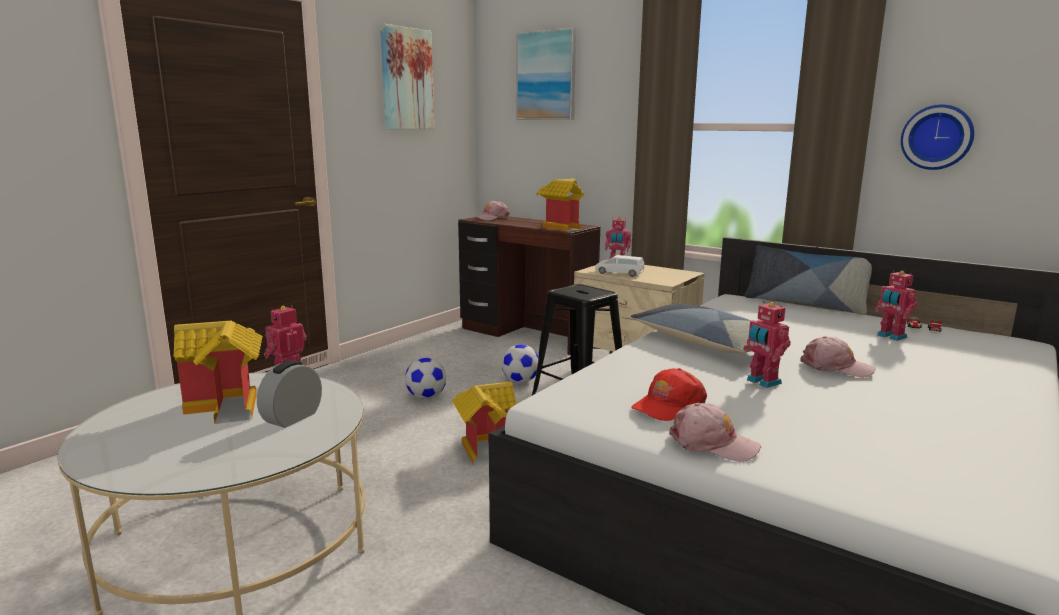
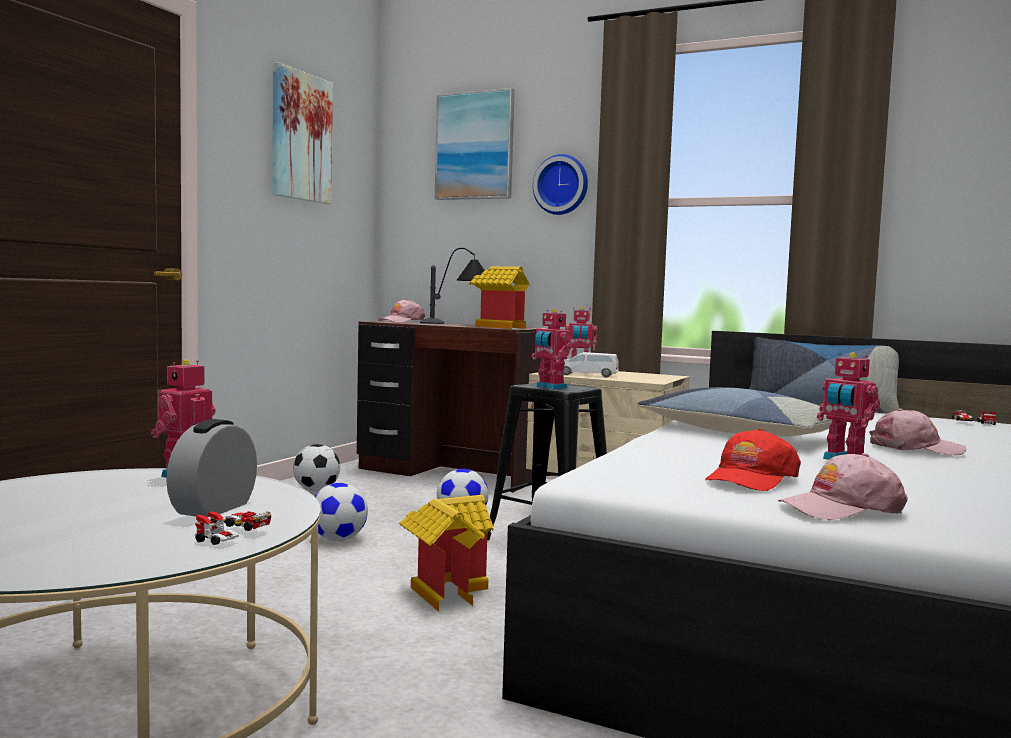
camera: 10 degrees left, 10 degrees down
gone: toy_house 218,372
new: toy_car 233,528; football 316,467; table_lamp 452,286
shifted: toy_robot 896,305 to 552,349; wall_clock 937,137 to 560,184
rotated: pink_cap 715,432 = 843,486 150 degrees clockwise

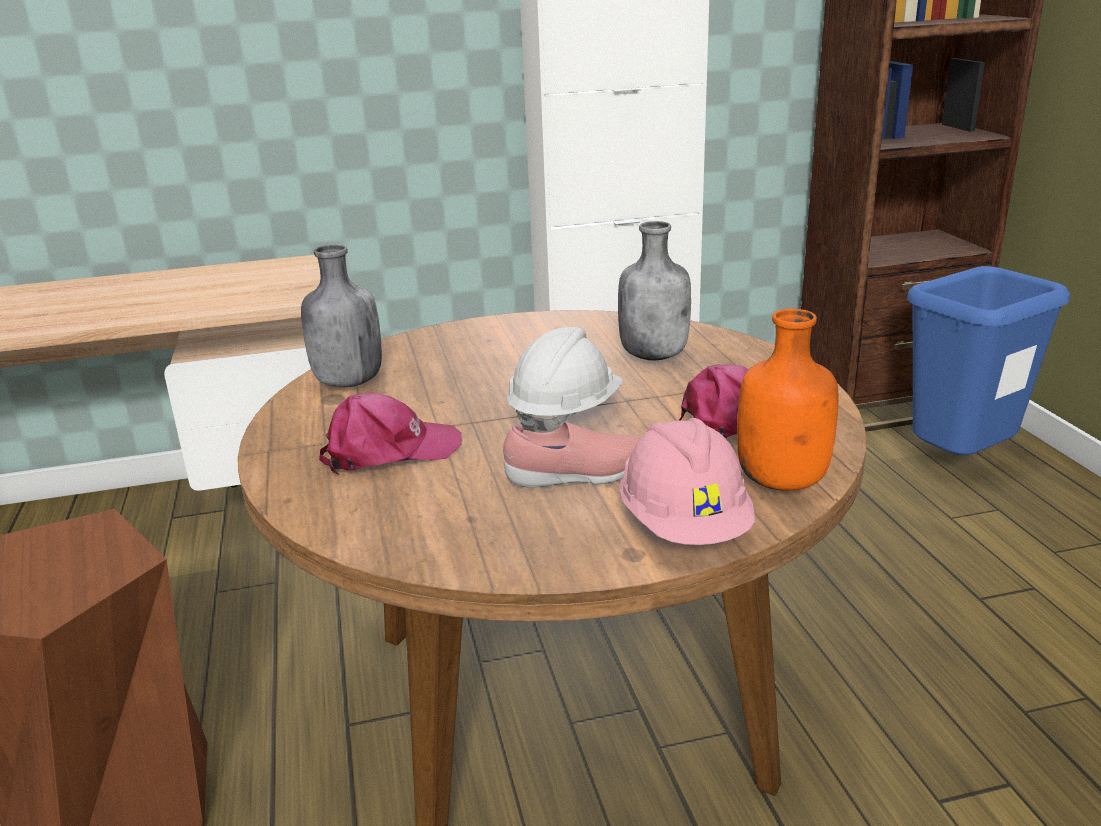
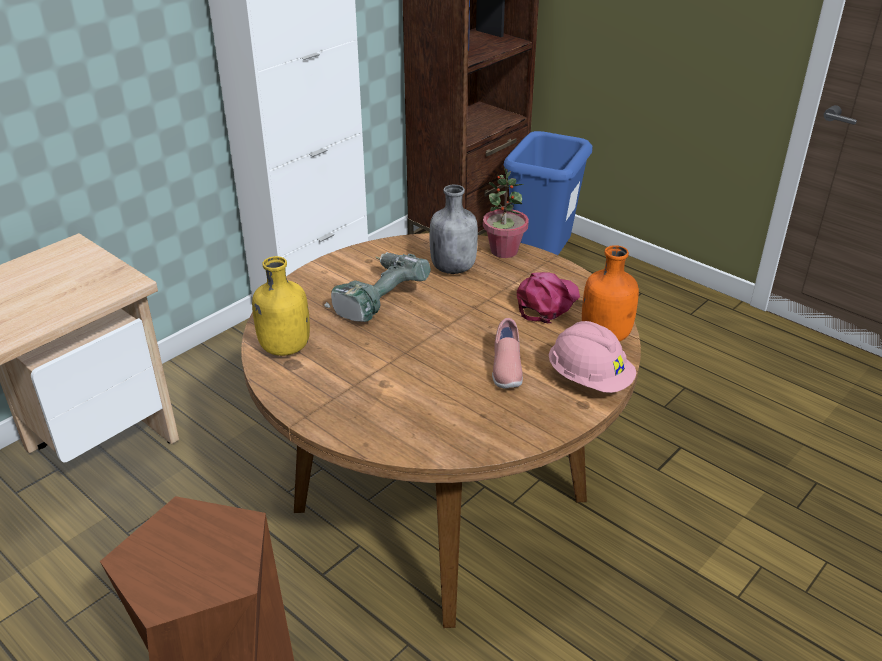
camera: 35 degrees left, 10 degrees up
gone: pink_cap 390,434; white_hard_hat 565,380
new: power_drill 377,287; potted_plant 506,212
repainted: grey_bottle 341,316 to yellow_bottle 281,306
rotated: pink_shoe 571,455 = 507,353 135 degrees clockwise

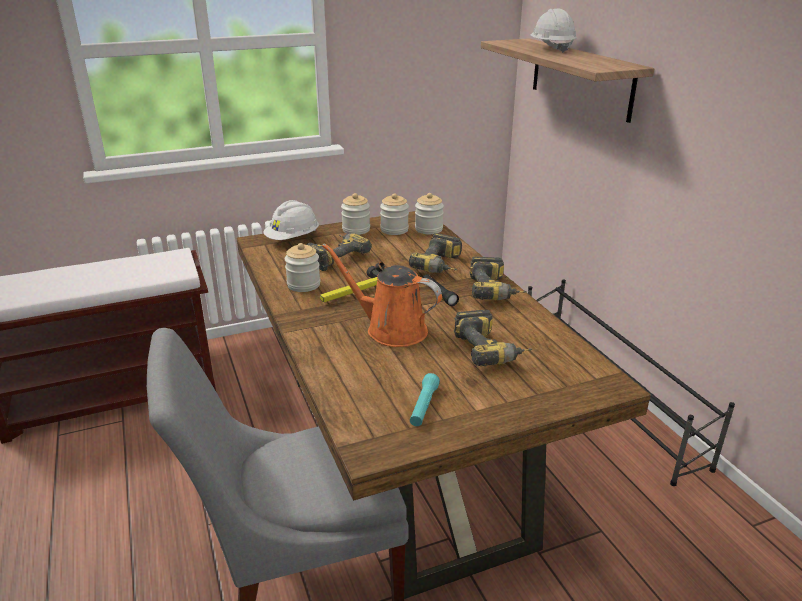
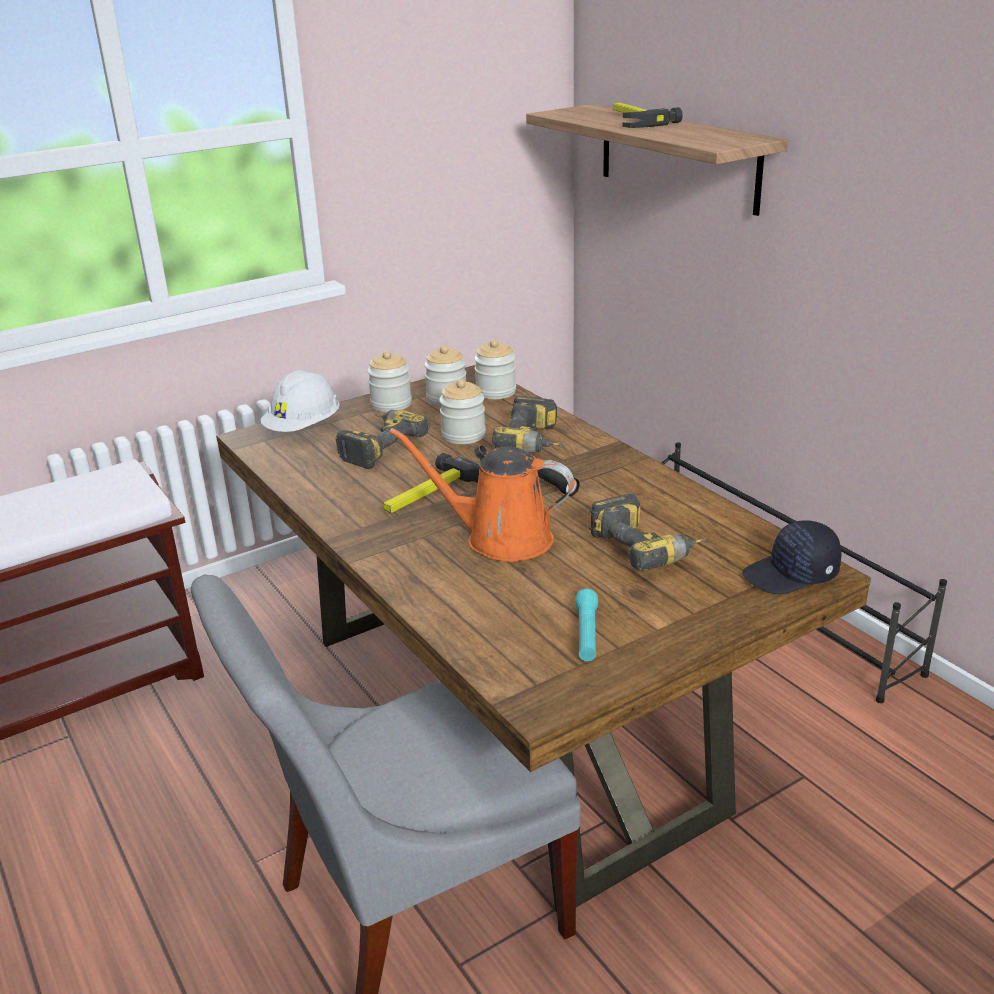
camera: 10 degrees left, 0 degrees up
gone: power_drill 498,278
new: black_cap 791,557
shifted: jar 302,267 to 462,411
swapped: white_hard_hat 553,31 to hammer 648,115

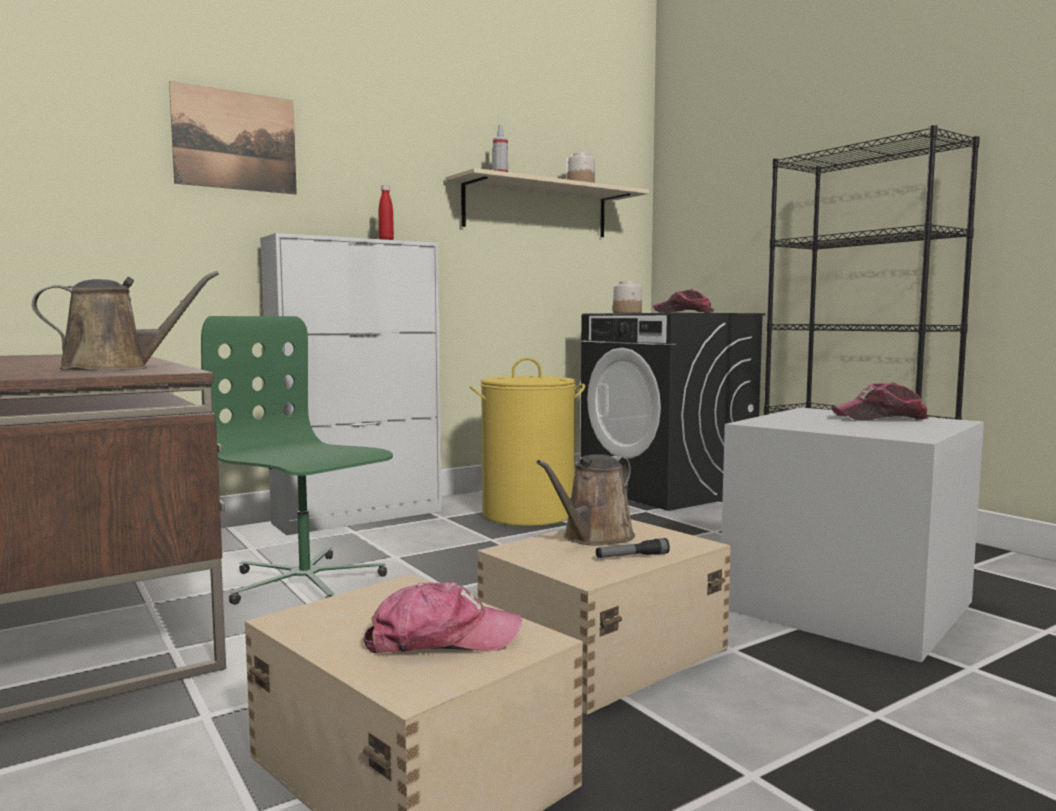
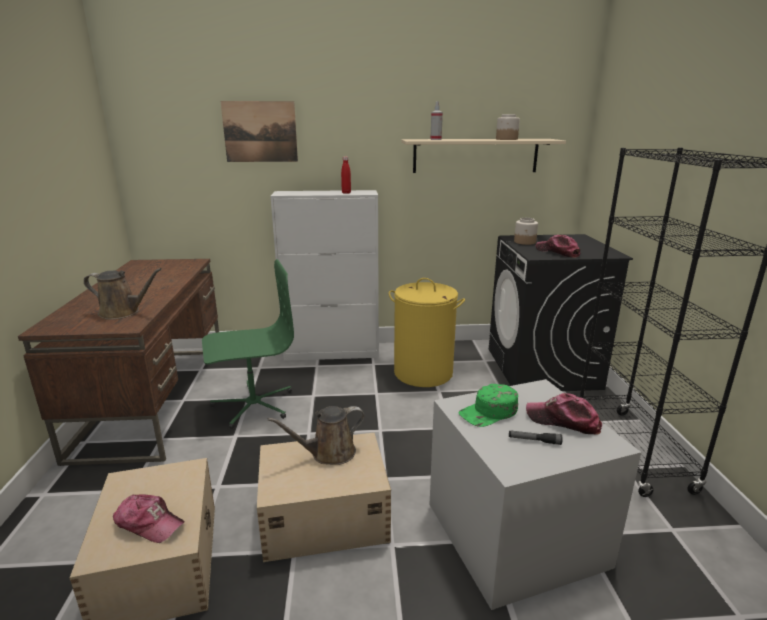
camera: 30 degrees right, 15 degrees up
new: green_cap 488,405
shifted: flashlight 633,548 to 536,438
rotated: green_office_chair 297,460 = 248,344 90 degrees clockwise

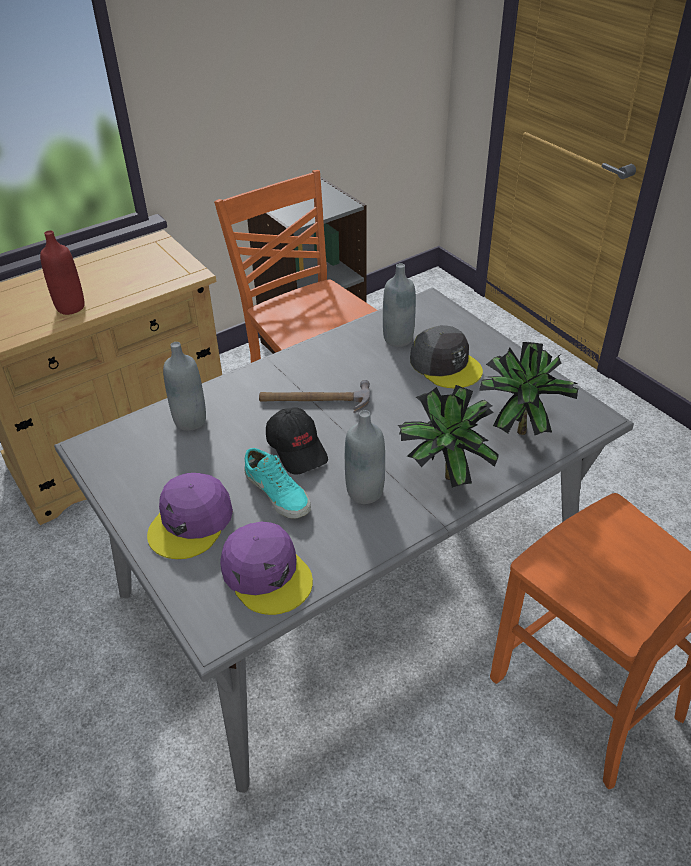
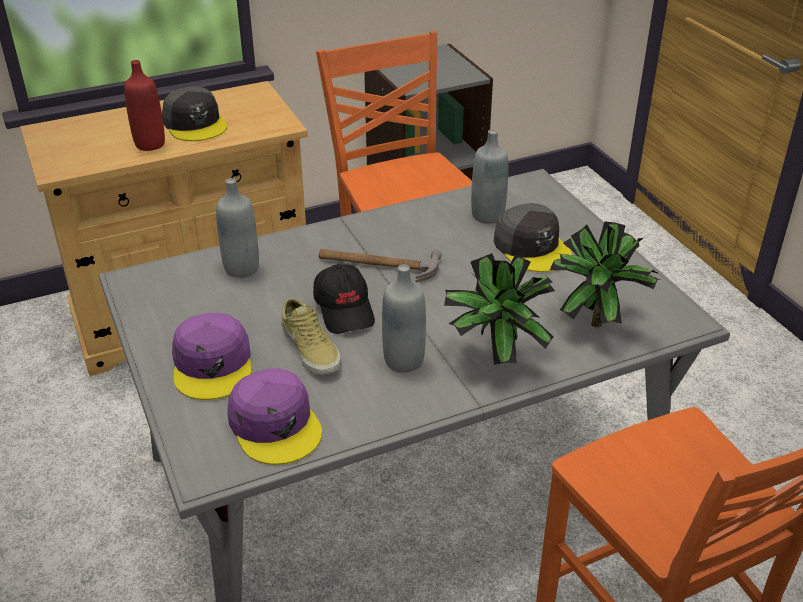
camera: 10 degrees right, 5 degrees down
new: grey_cap 194,113
repainted: turquoise_shoe 277,483 to beige_shoe 311,336
rotated: purple_cap 190,516 = 211,356 45 degrees counterclockwise

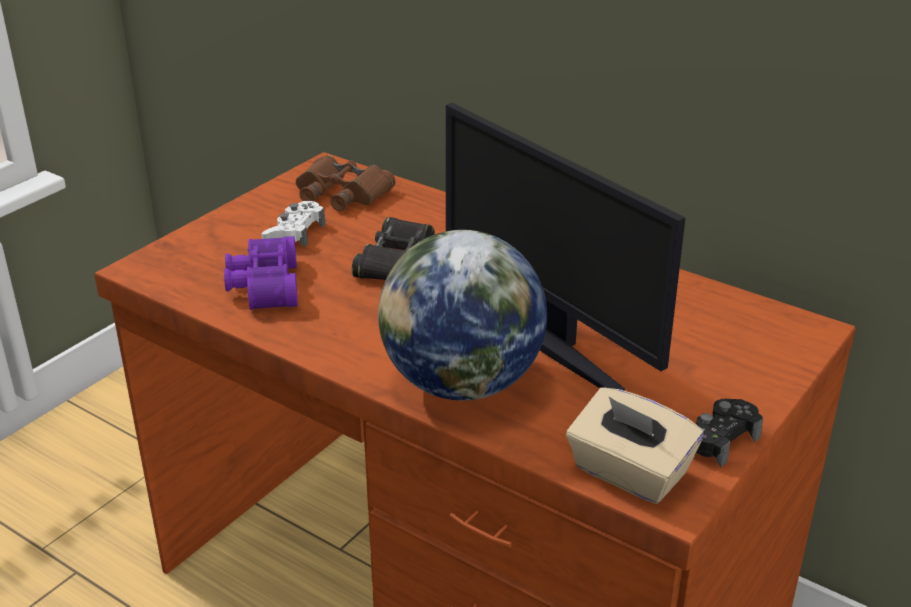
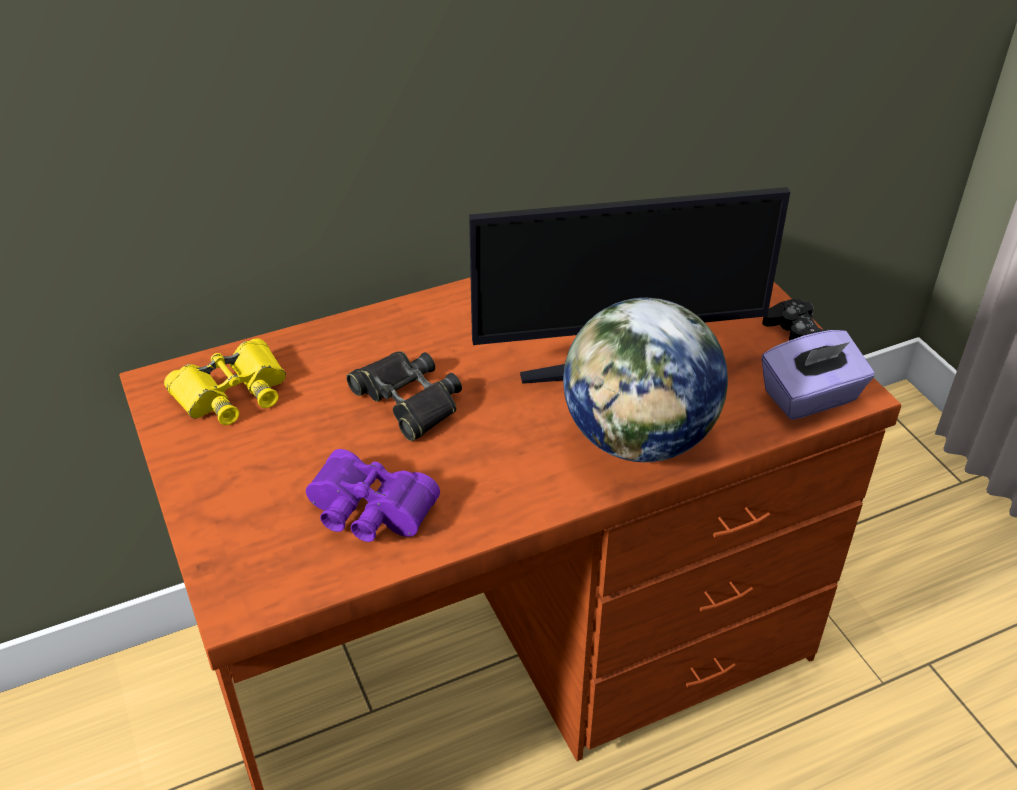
camera: 60 degrees left, 10 degrees up
gone: white_game_controller 293,224
repainted: brown_binoculars 346,183 to yellow_binoculars 225,381; beige_tissue_box 634,445 to purple_tissue_box 818,375

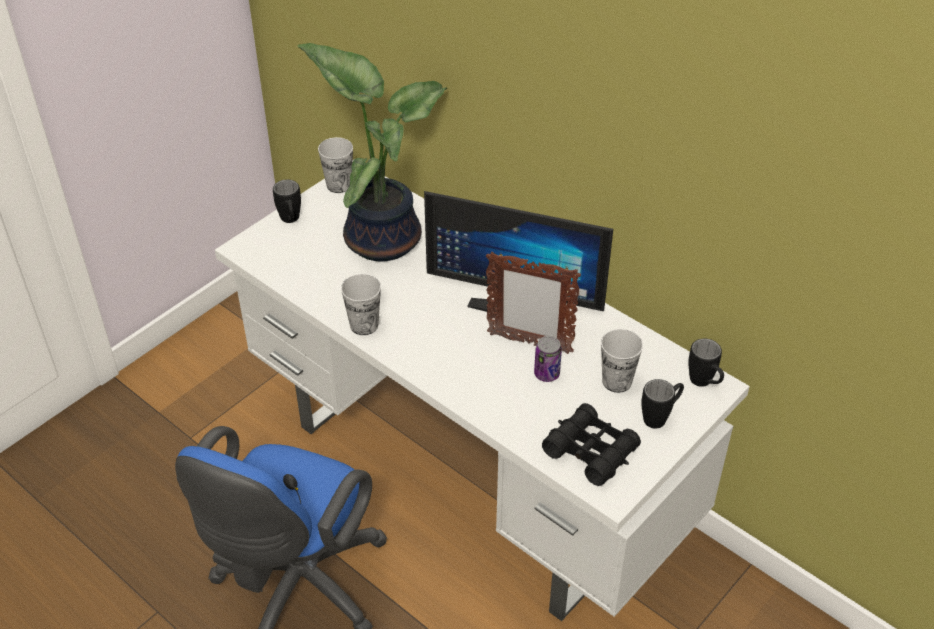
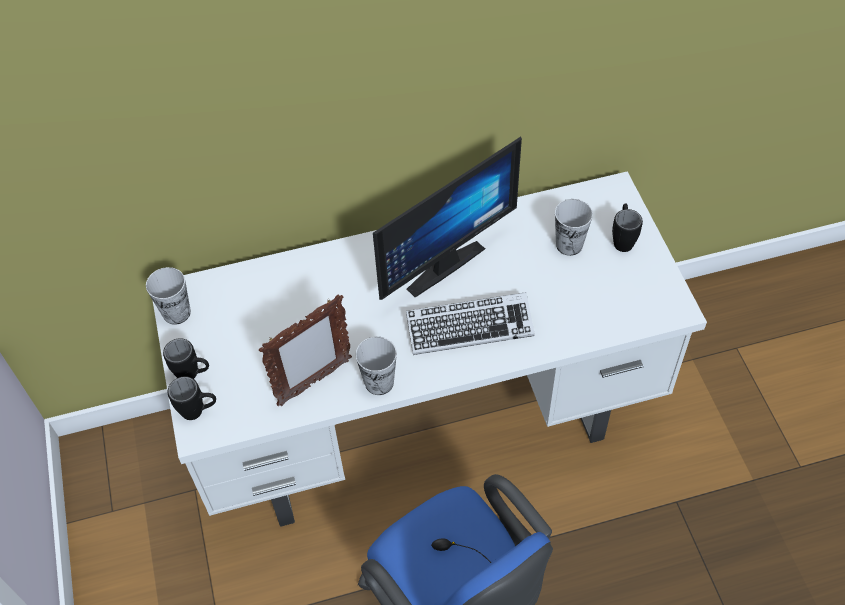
camera: 55 degrees left, 10 degrees up
gone: potted_plant 372,152; can 548,359; black_binoculars 591,444
new: keyboard 470,323
shifted: black_mug 706,362 to 192,398; picture_frame 533,303 to 305,350

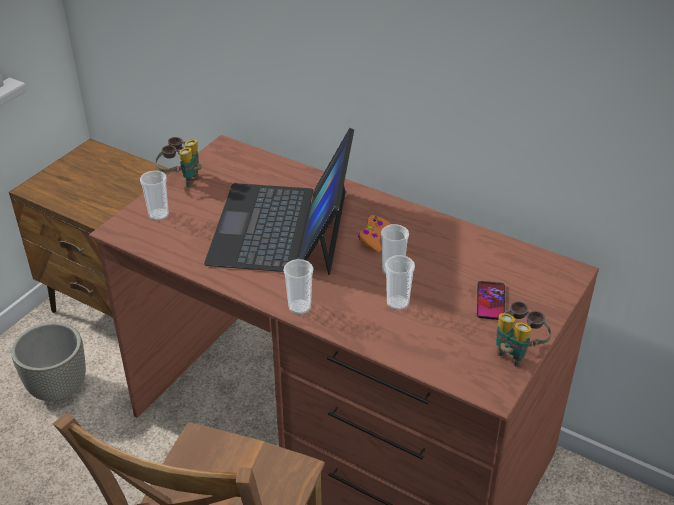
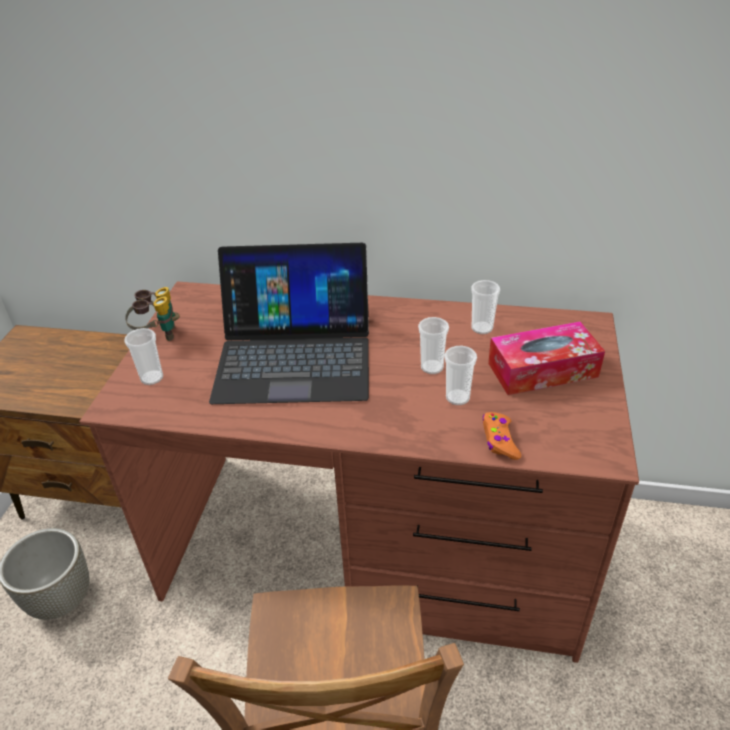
camera: 20 degrees left, 0 degrees up
gone: binoculars 523,334
shifted: cup 299,287 to 485,307; orange_game_controller 374,234 to 501,436
swapped: phone 491,300 to tissue_box 546,358
rotated: laptop 279,201 = 289,323 75 degrees counterclockwise

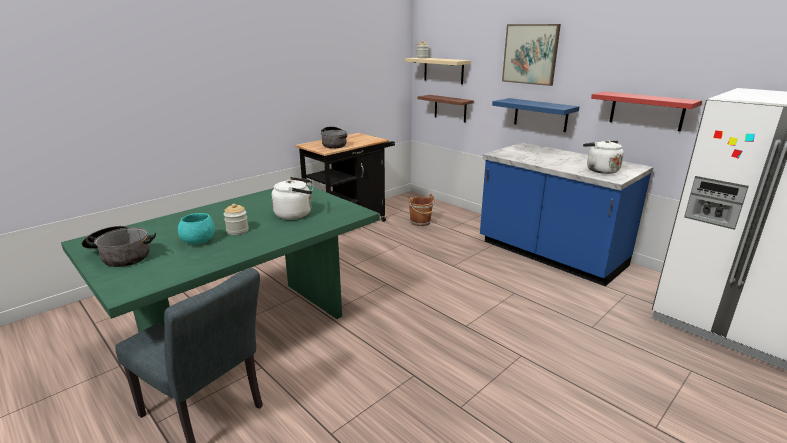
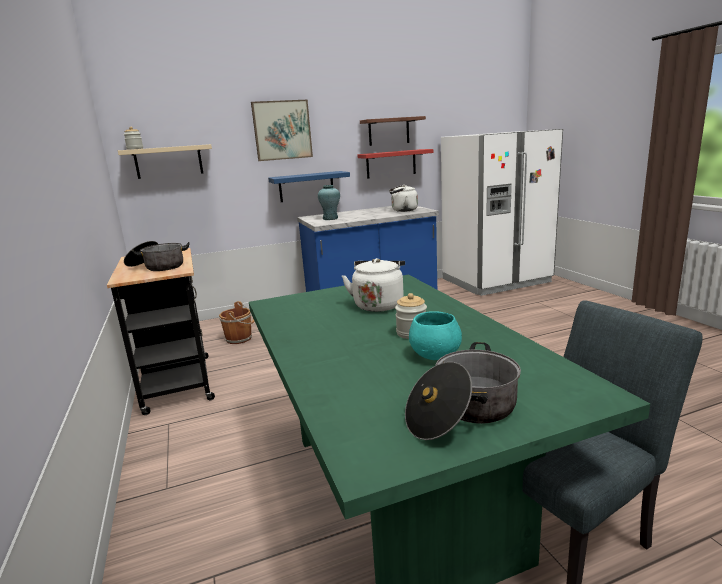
camera: 65 degrees left, 5 degrees down
new: turquoise_vase 329,202
shifted: shelf 446,108 to 393,131

